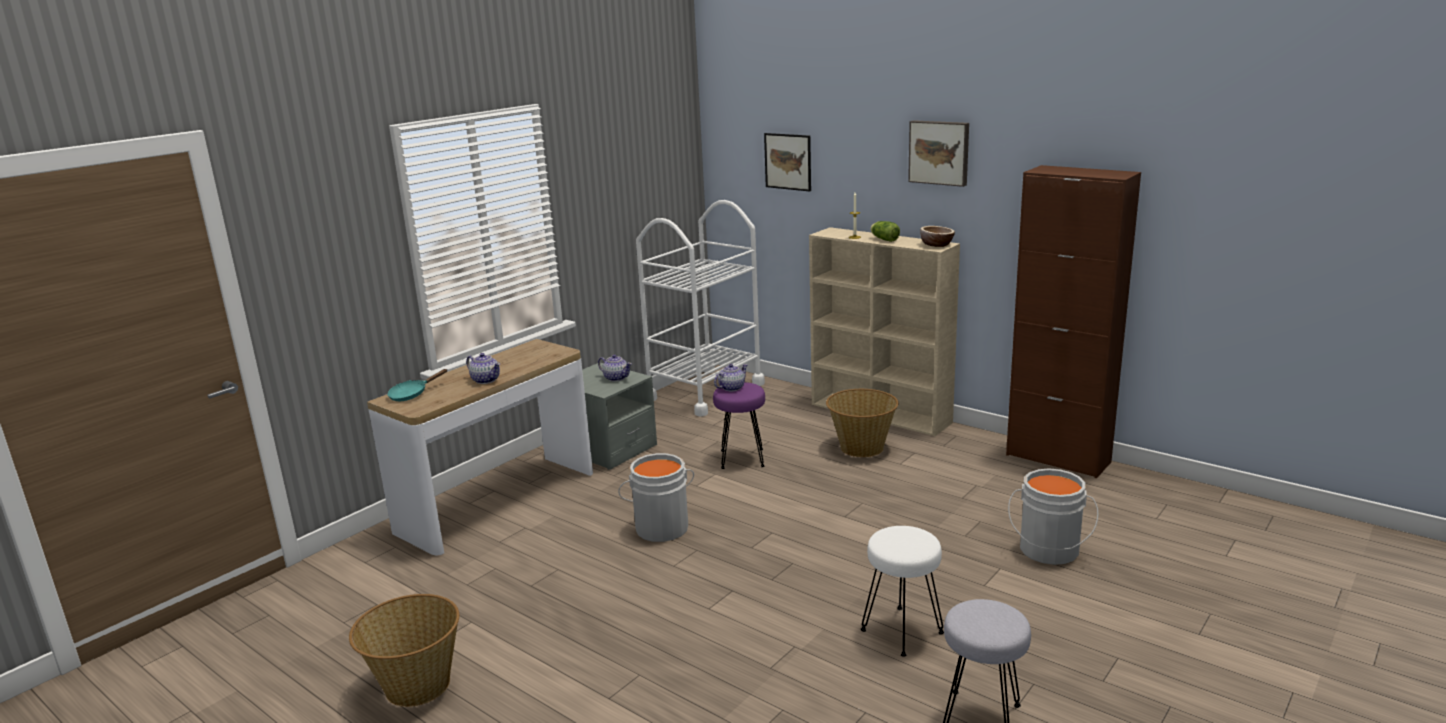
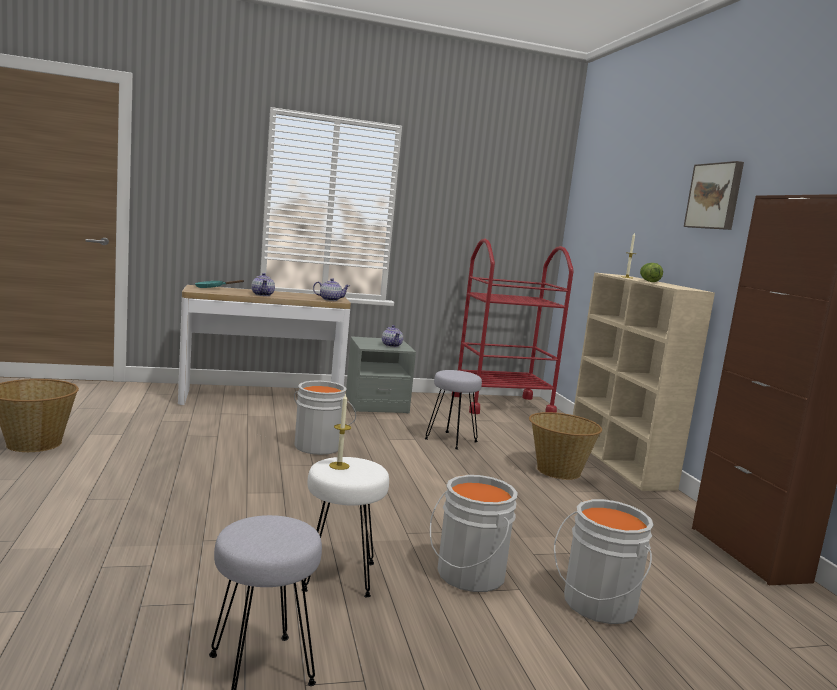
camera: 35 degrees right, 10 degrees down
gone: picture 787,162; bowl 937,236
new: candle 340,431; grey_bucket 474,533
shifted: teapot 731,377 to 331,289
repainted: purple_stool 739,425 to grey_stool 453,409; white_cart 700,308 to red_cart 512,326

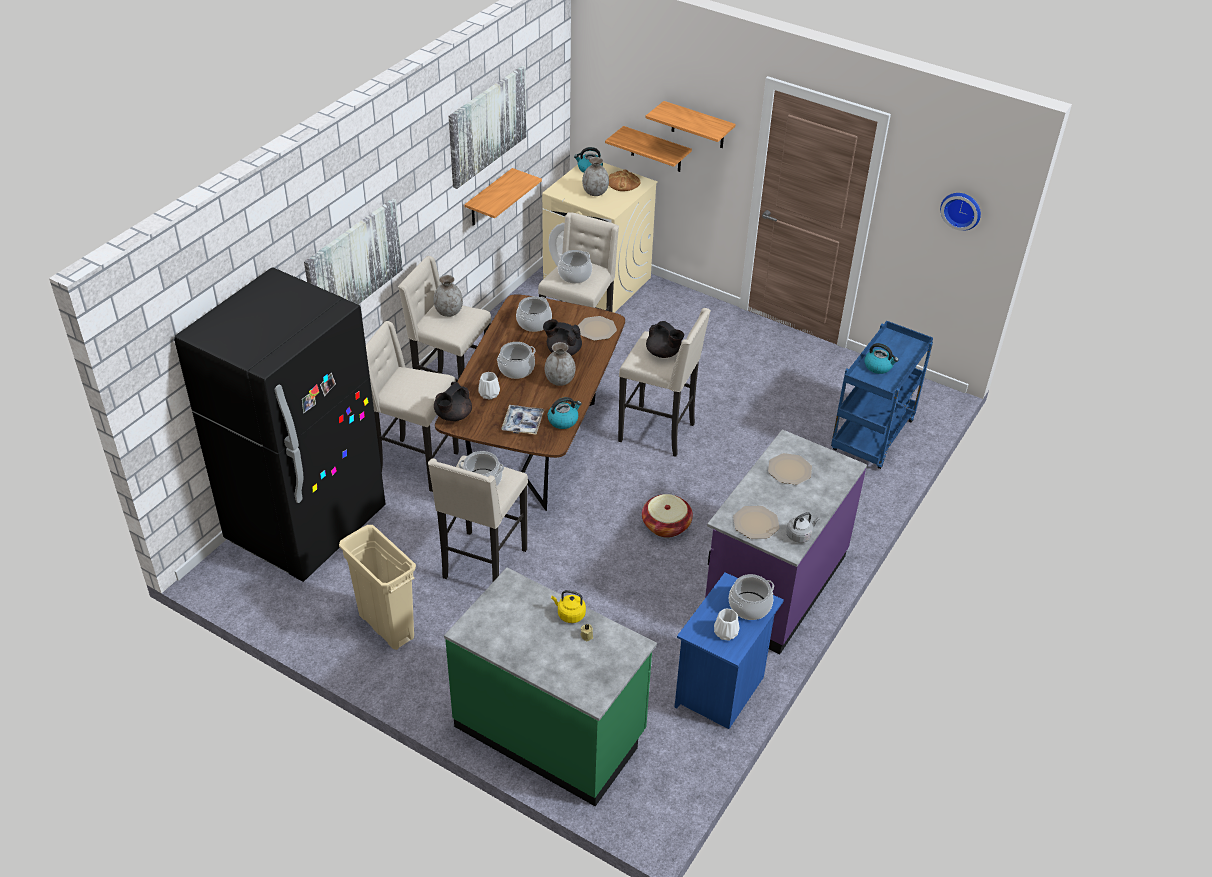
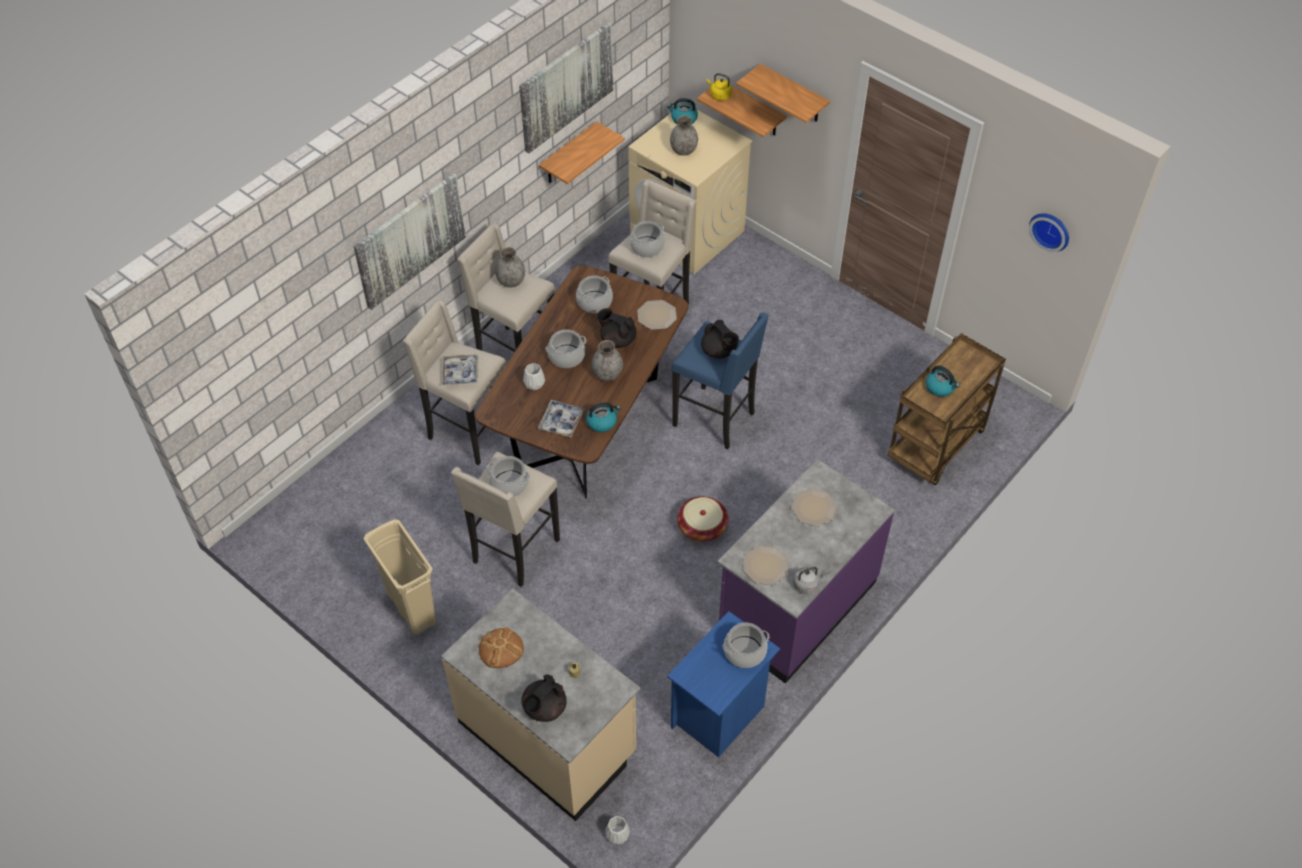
camera: 10 degrees right, 10 degrees up
gone: black_fridge 280,425
new: tray 460,369
shifted: bread 625,180 to 501,647; black_teapot 453,401 to 544,698; white_vase 727,625 to 617,830; yellow_kettle 568,606 to 719,87
repainted: green_counter 550,687 to beige_counter 541,705; beige_stool 664,382 to blue_stool 720,380; blue_cart 882,395 to brown_cart 947,409

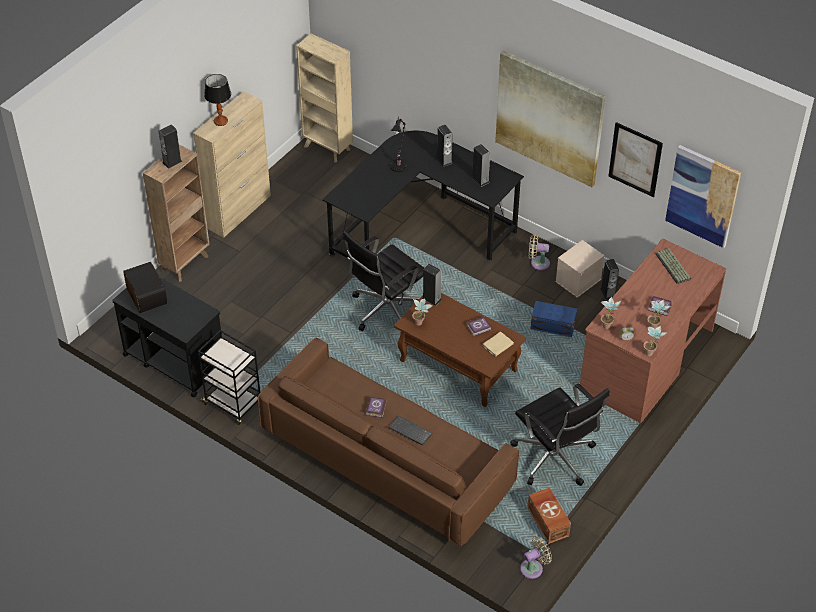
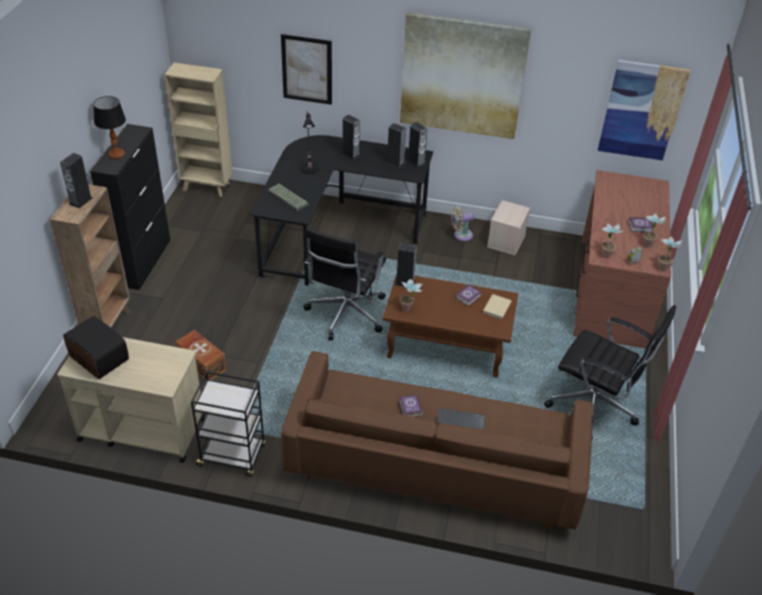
camera: 25 degrees left, 5 degrees down
gone: beige_fan 536,557; blue_storage_box 553,319
shifted: brown_storage_box 549,515 to 201,355; keyboard 673,266 to 288,198; picture 635,159 to 306,69; speaker 609,279 to 417,145
repainted: black_cart 166,337 to beige_cart 131,400; beige_cabinet 232,164 to black_cabinet 130,207

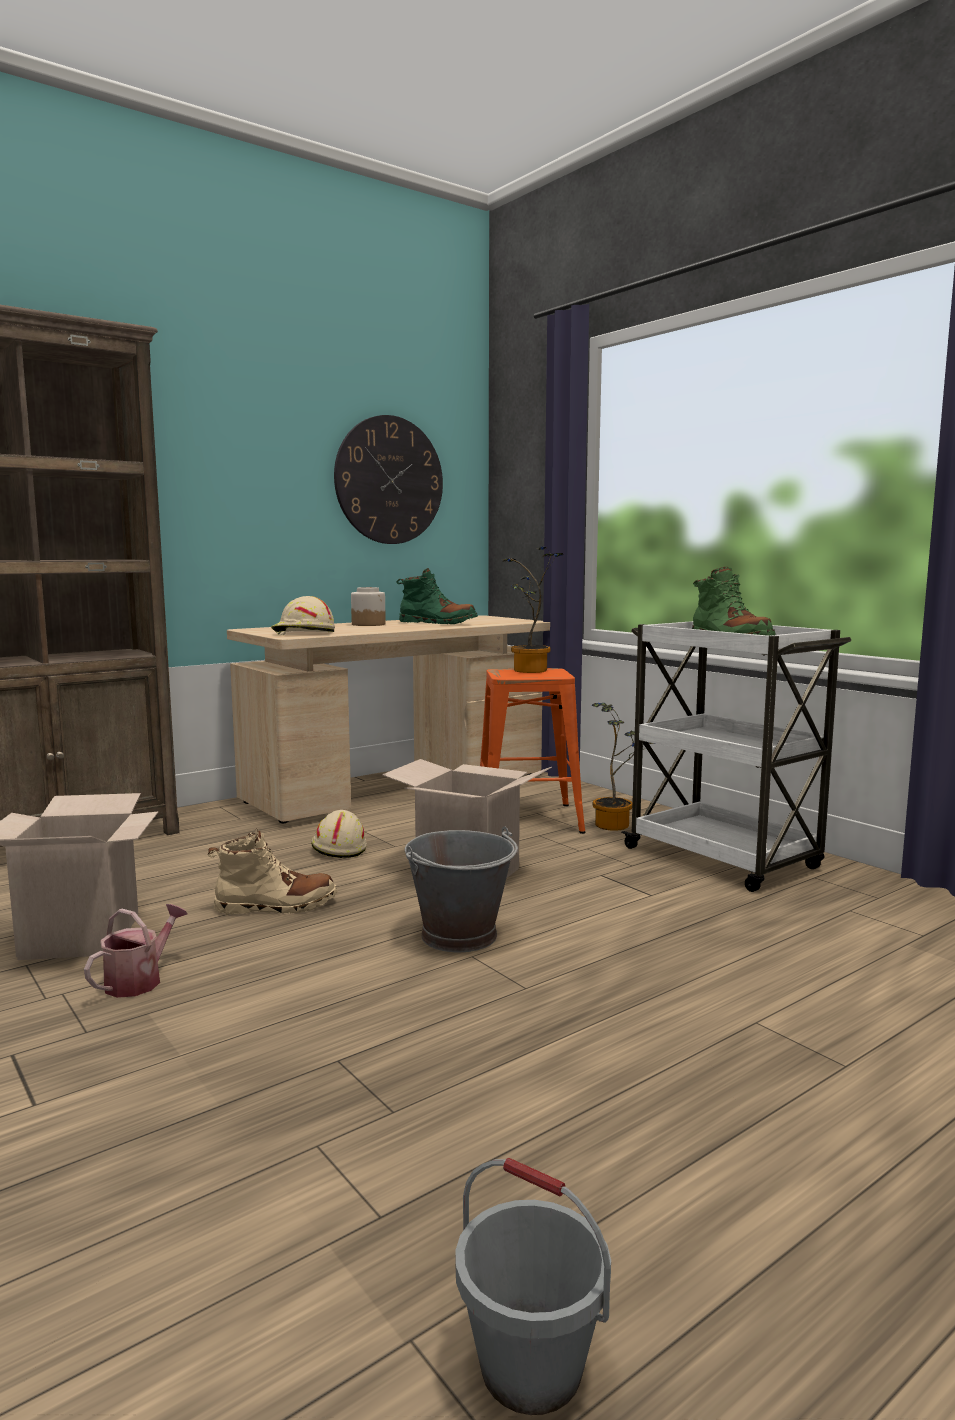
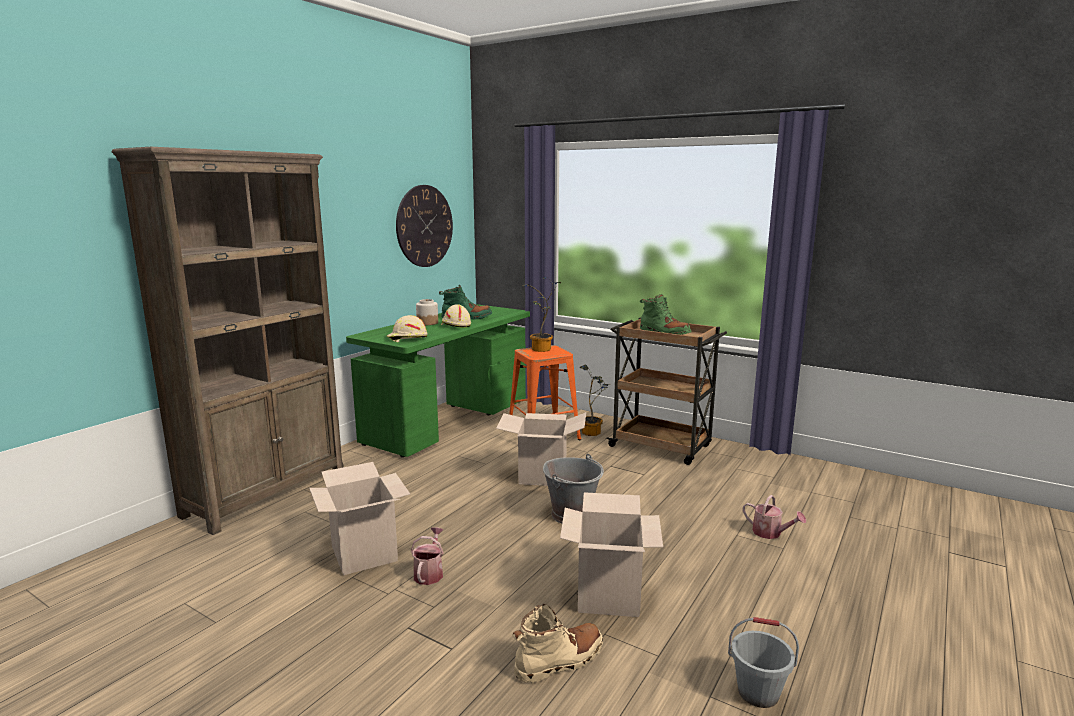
camera: 20 degrees left, 5 degrees up
new: cardboard_box 611,554; watering_can 774,517
shifted: beige_hard_hat 339,834 to 456,316; beige_boot 272,871 to 557,644
repainted: beige_desk 388,719 to green_desk 438,380; white_cart 736,756 to brown_cart 666,391

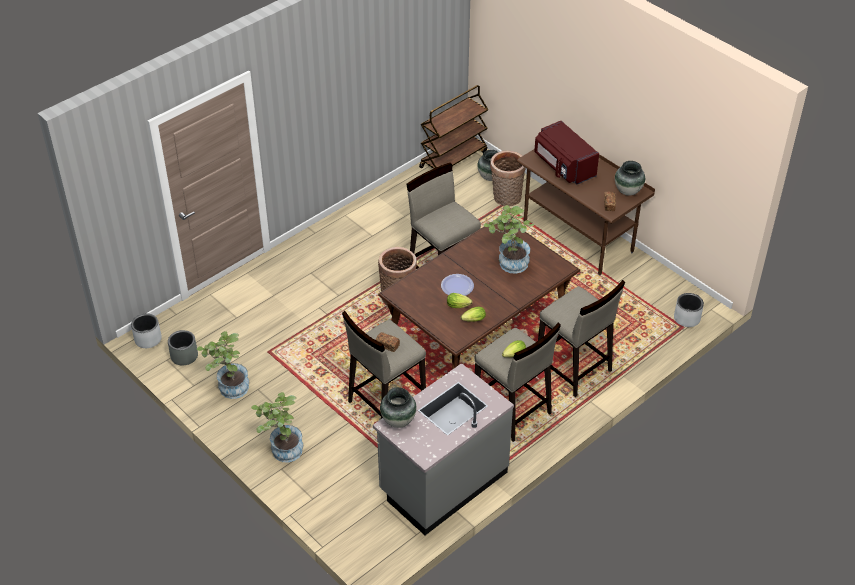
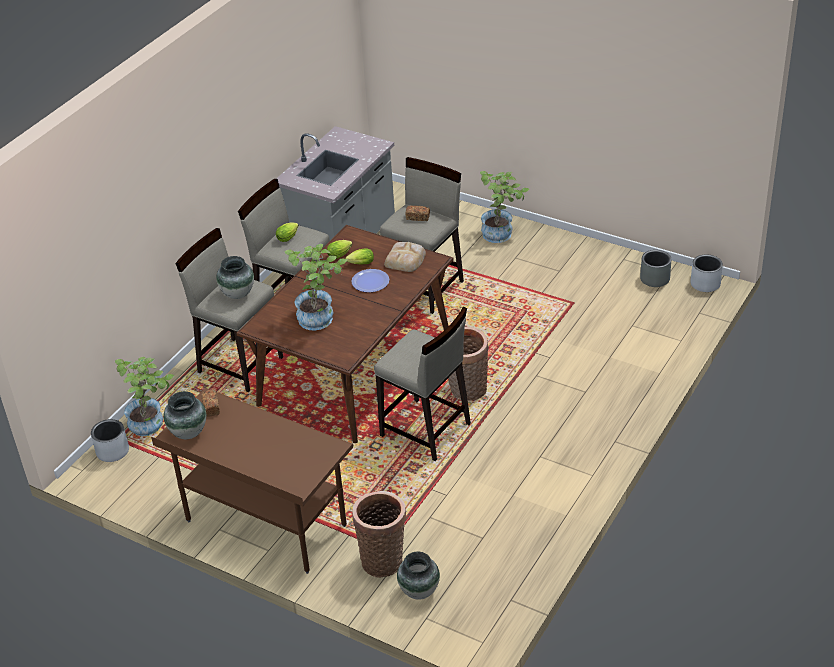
camera: 165 degrees right, 5 degrees down
gone: brown_cart 453,127; red_microwave 566,152
new: bread 405,257
shifted: potted_plant 223,365 to 144,396; vase 398,407 to 235,277

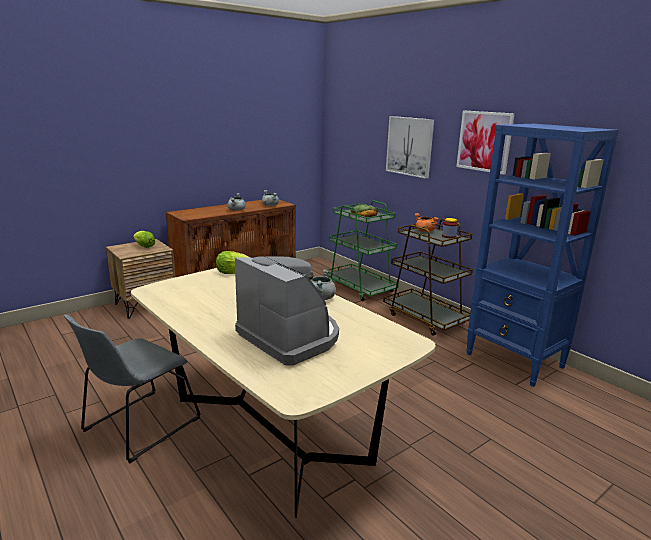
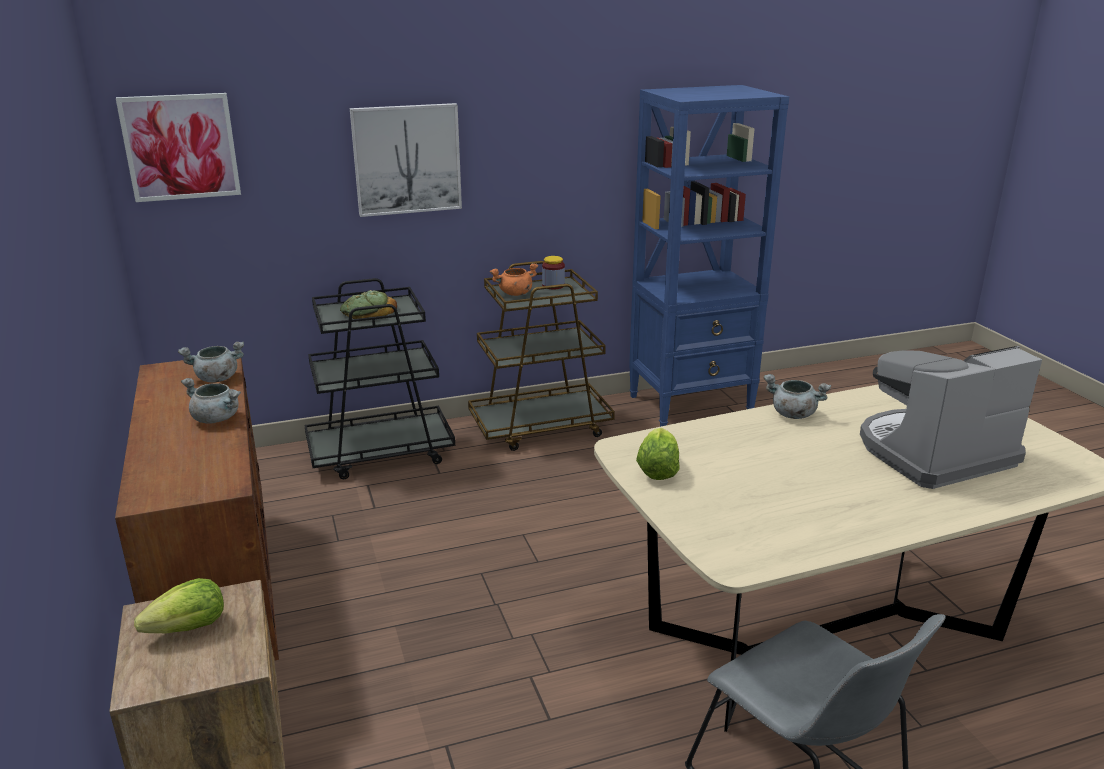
camera: 70 degrees left, 5 degrees up
shifted: picture 485,142 to 178,147
repainted: green_cart 363,250 to black_cart 379,378

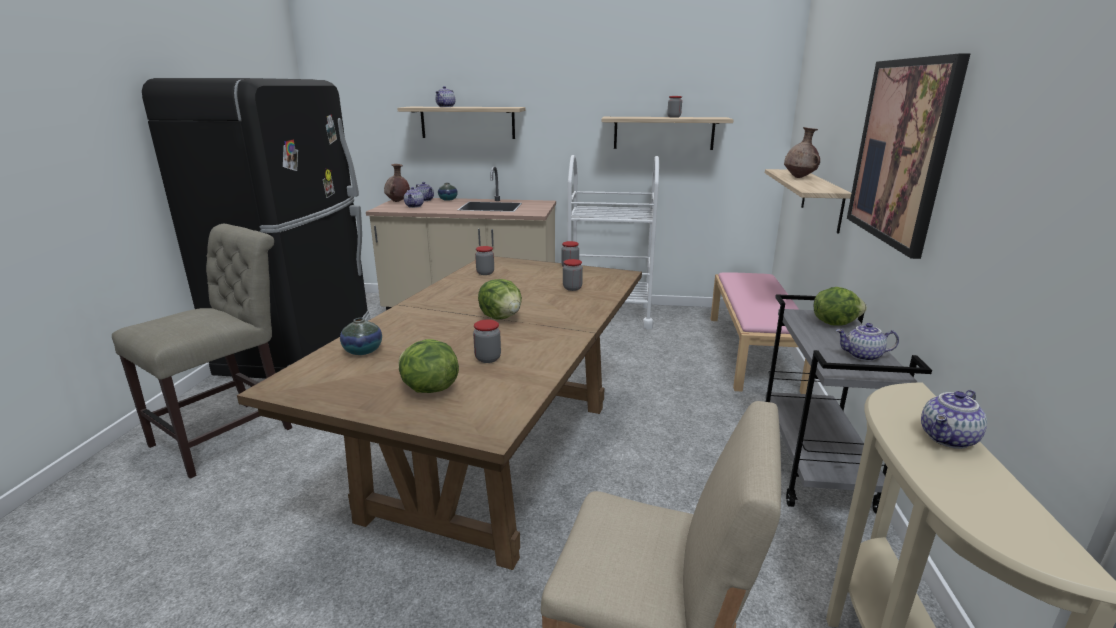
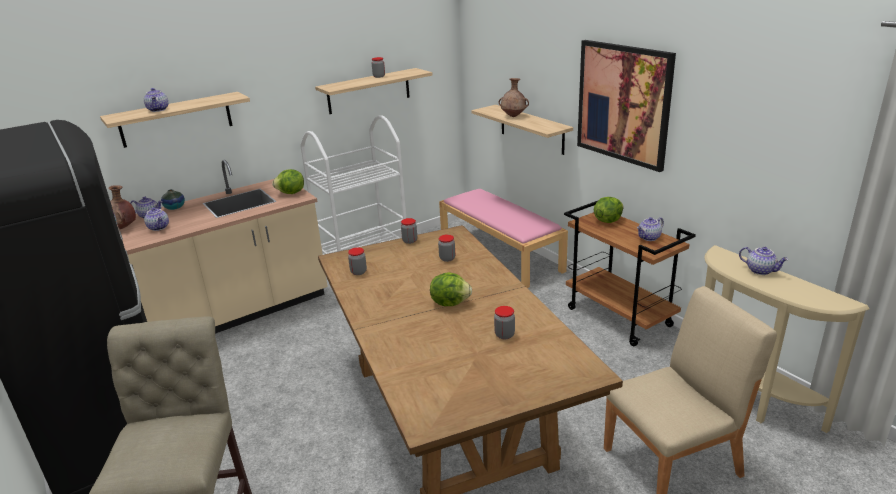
camera: 40 degrees left, 5 degrees up
gone: vase 361,336
shifted: lettuce 429,366 to 288,181
repainted: grey_cart 848,403 to brown_cart 630,273
rotated: teapot 954,419 = 763,261 60 degrees counterclockwise

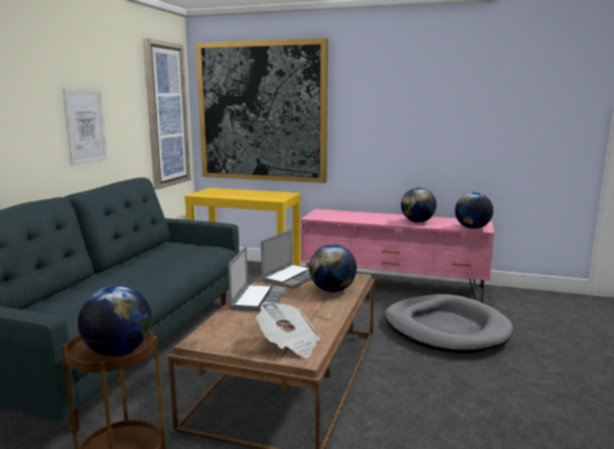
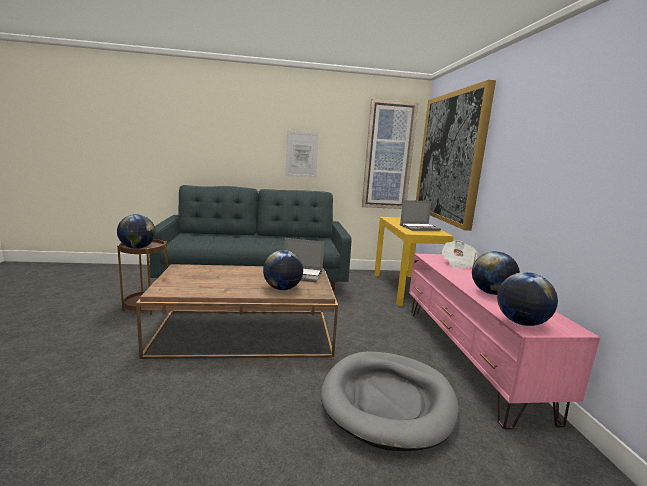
camera: 65 degrees right, 0 degrees up
shifted: laptop 257,278 to 420,215; newspaper 288,330 to 459,254

